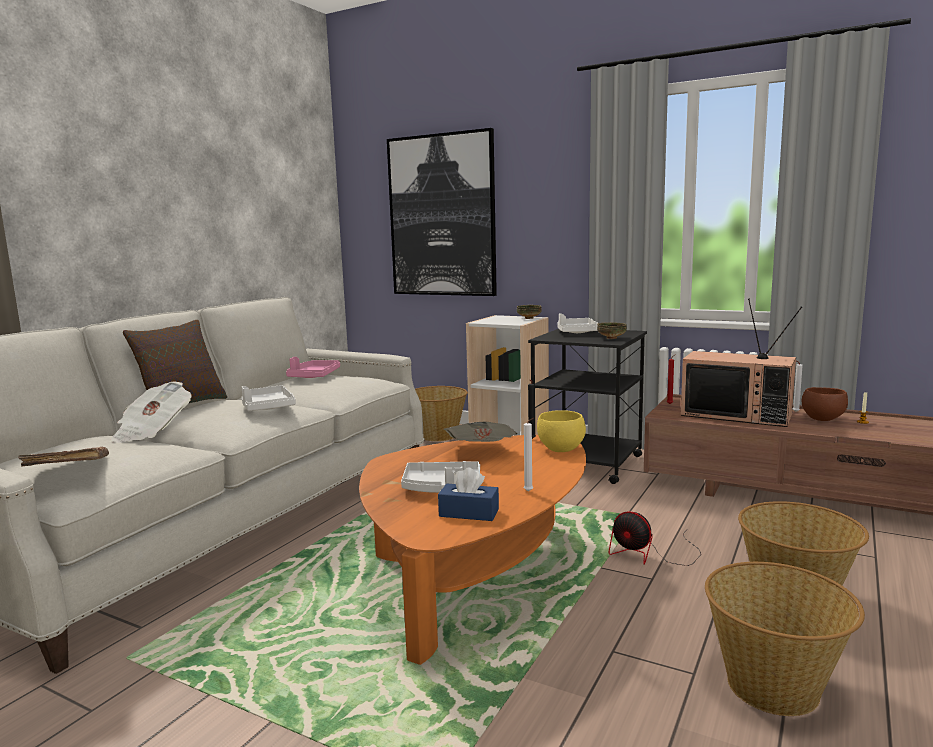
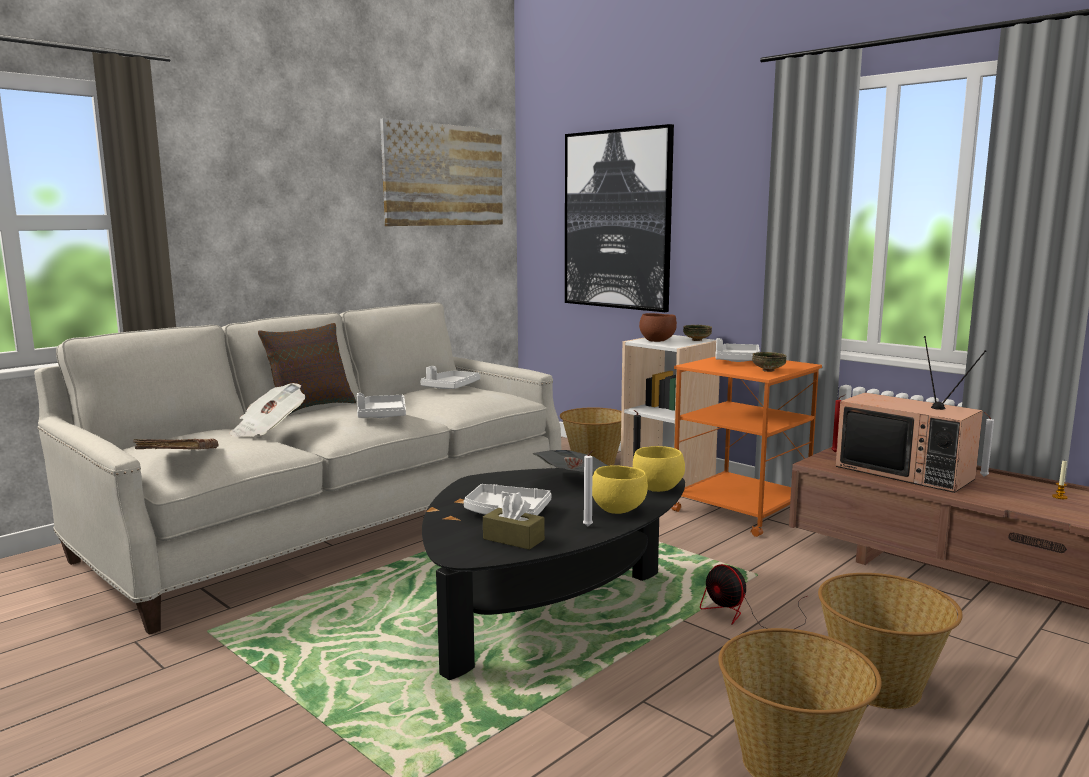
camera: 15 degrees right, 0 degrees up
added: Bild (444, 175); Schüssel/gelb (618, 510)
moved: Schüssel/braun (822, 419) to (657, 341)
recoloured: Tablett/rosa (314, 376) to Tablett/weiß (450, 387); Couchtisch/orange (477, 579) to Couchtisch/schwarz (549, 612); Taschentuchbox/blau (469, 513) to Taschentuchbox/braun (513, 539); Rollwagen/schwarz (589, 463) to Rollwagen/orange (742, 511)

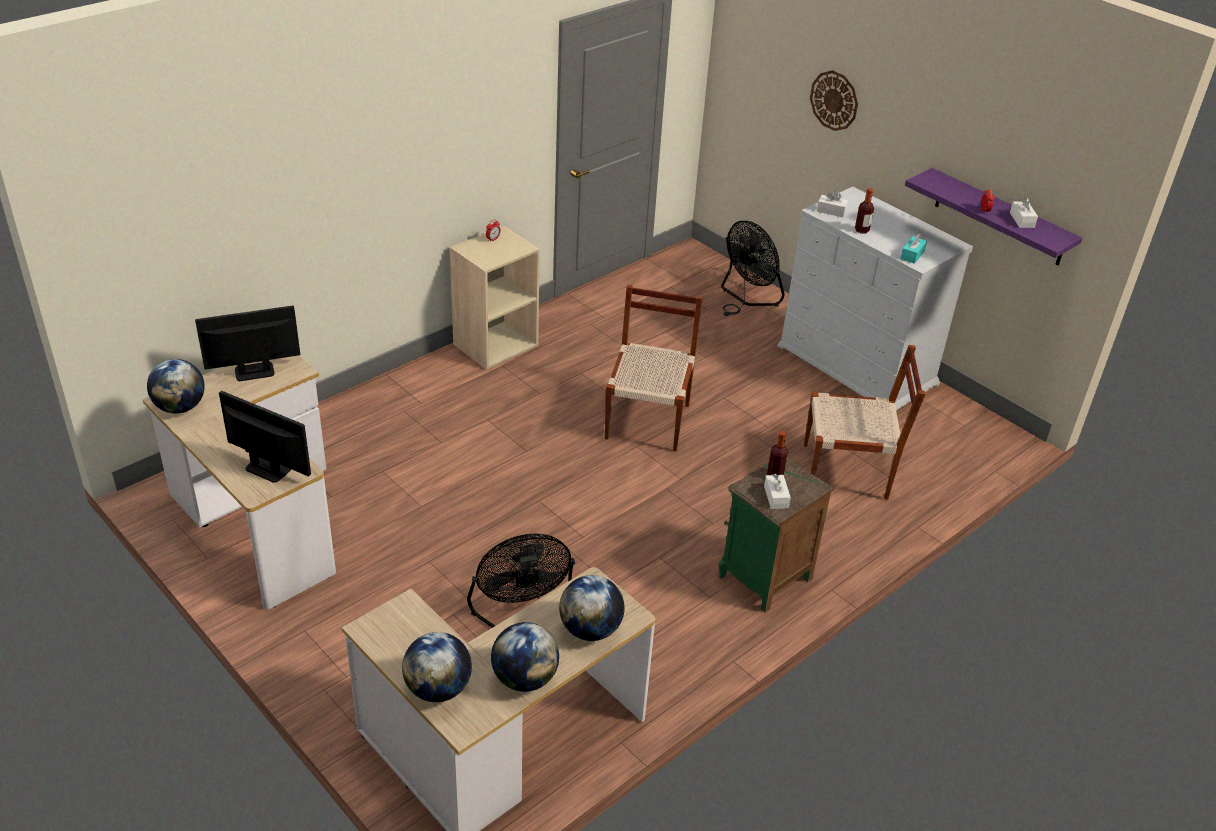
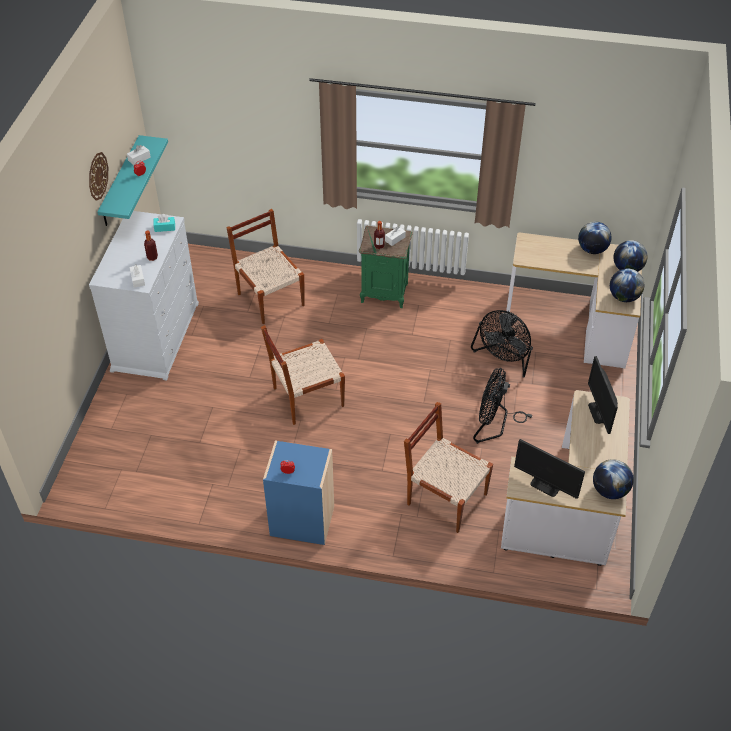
camera: 125 degrees left, 10 degrees up
added: Stuhl (445, 498)
moved: Globus (590, 629) to (623, 297); Ventilator/schwarz (743, 295) to (495, 420); Wanduhr (834, 100) to (97, 176)
recoloured: Bücherregal/beige (496, 344) to Bücherregal/blau (301, 521); Wandregal/lila (999, 218) to Wandregal/türkis (121, 182)

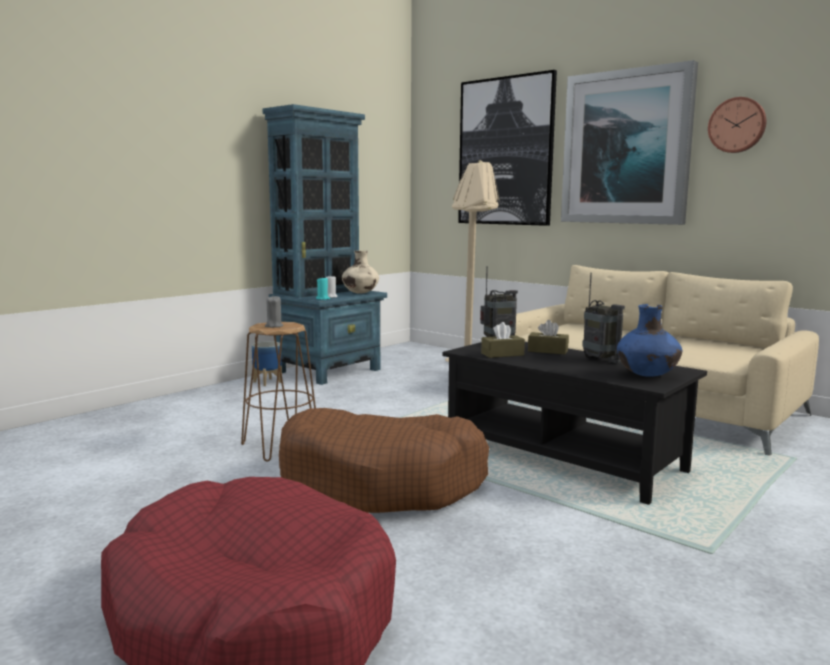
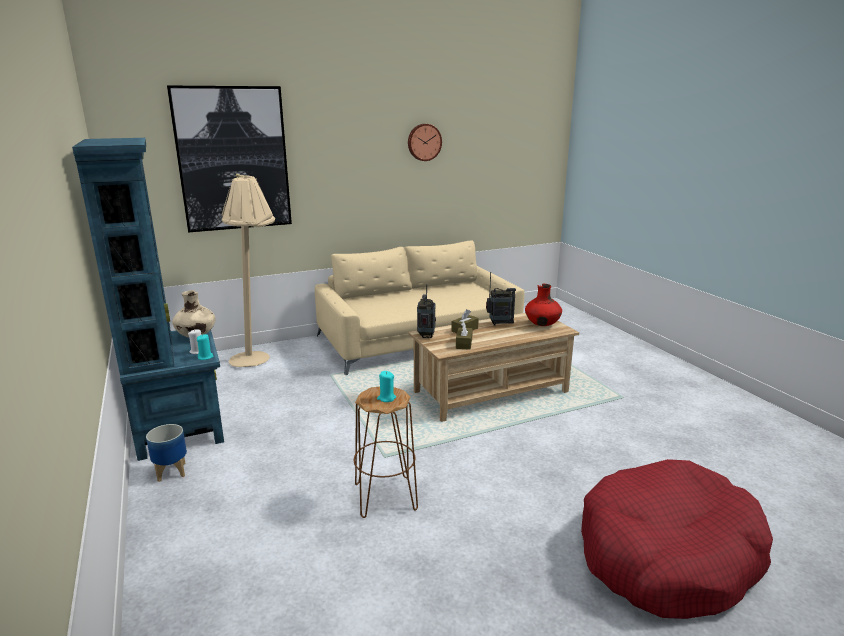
camera: 65 degrees left, 10 degrees up
removed: Hundebett/braun (381, 483); Bild (626, 148)
recoloured: Kerze/grau (274, 326) to Kerze/türkis (386, 398); Couchtisch/schwarz (563, 458) to Couchtisch/beige (491, 392); Vase/blau (647, 375) to Vase/rot (542, 324)

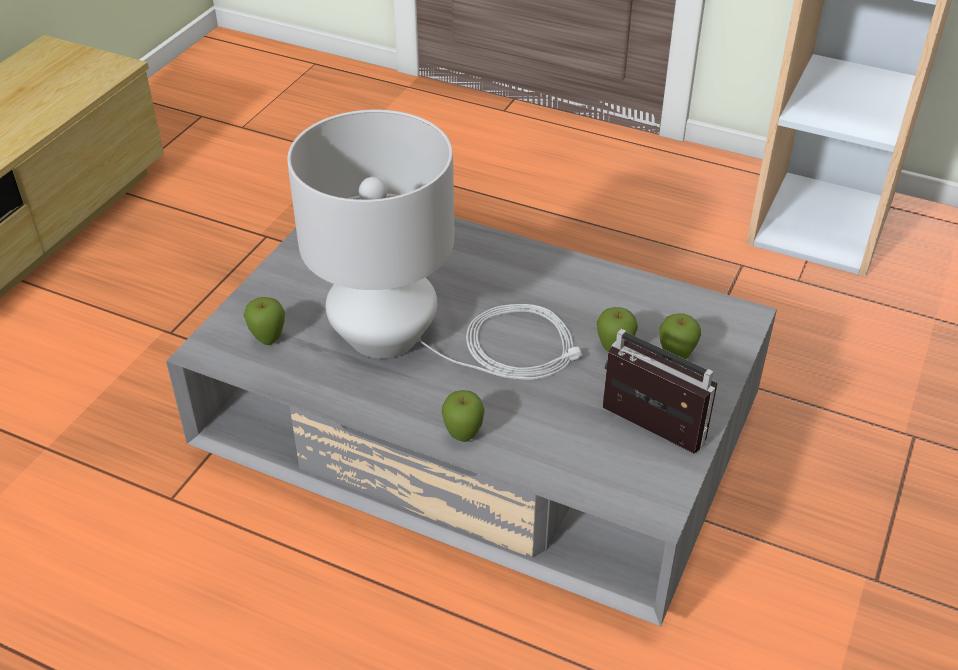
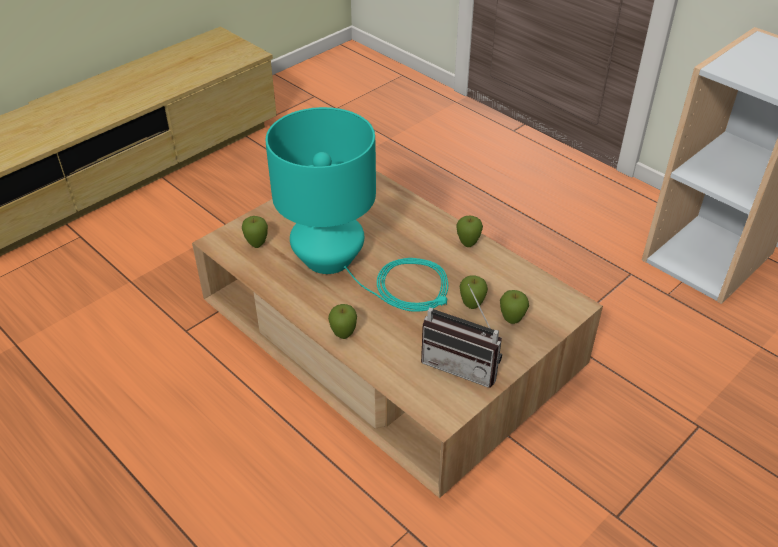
camera: 20 degrees right, 0 degrees up
added: Apfel (468, 244)
recoloured: Couchtisch/grau (479, 439) to Couchtisch/braun (389, 345); Tischlampe/weiß (436, 338) to Tischlampe/türkis (360, 269)
turned: Radio (645, 432) = (463, 364) 150 degrees clockwise

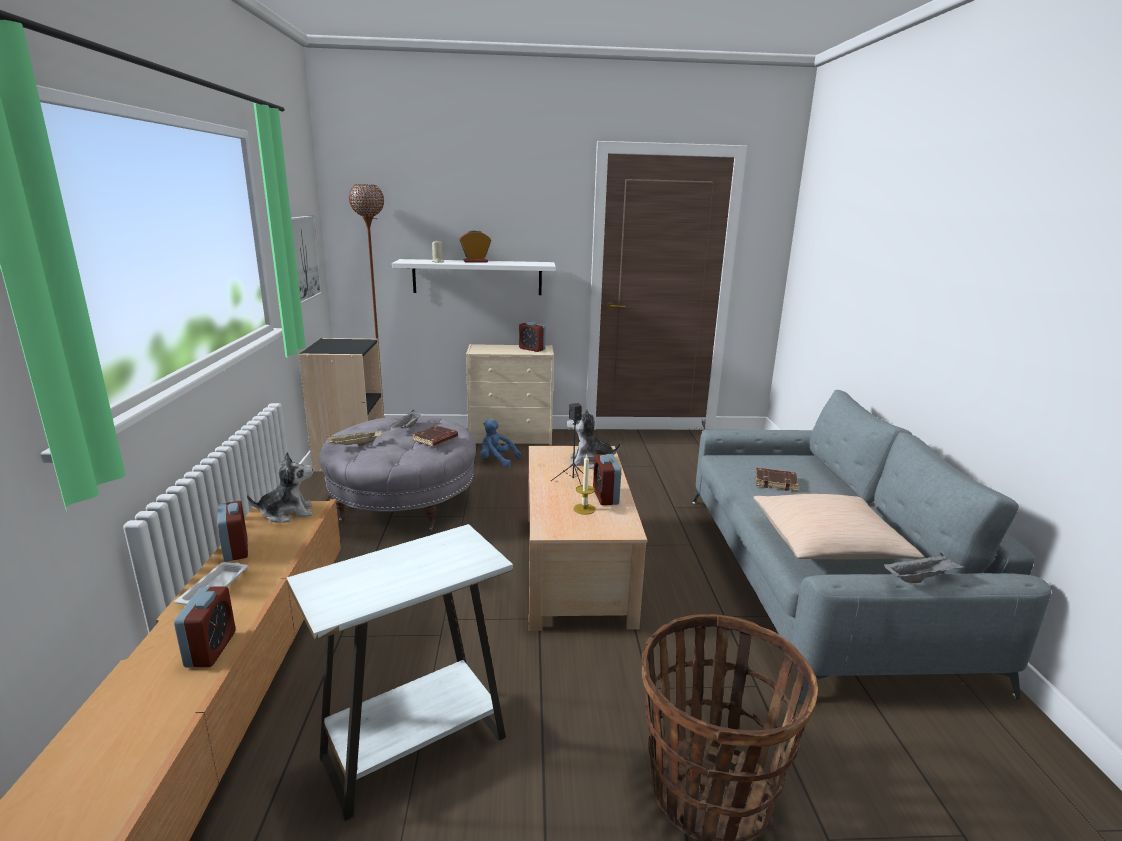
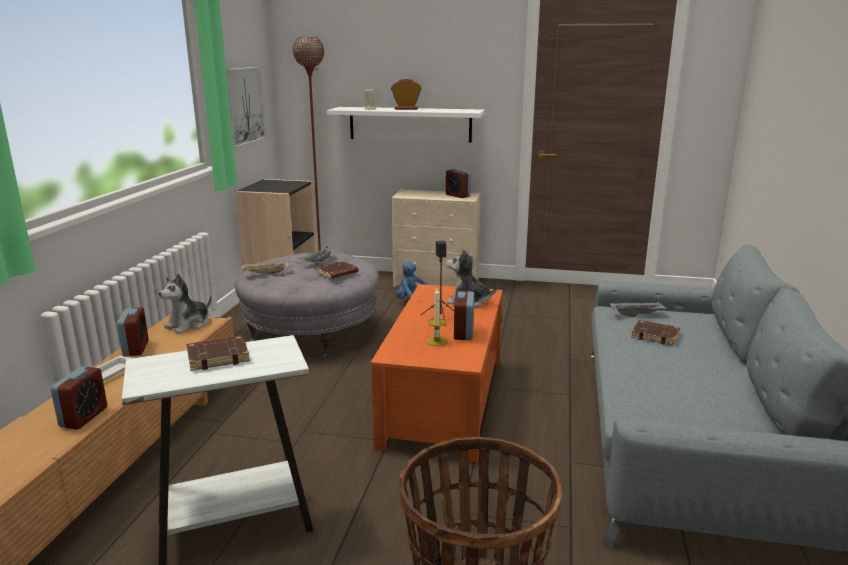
camera: 15 degrees right, 0 degrees up
removed: Kissen/beige (828, 543)
added: Buch/braun (218, 357)
moved: Tablett/grau (920, 578) to (637, 315)
recoloured: Couchtisch/beige (577, 567) to Couchtisch/orange (445, 402)
turned: Plüschtier (287, 513) = (188, 324) 135 degrees clockwise

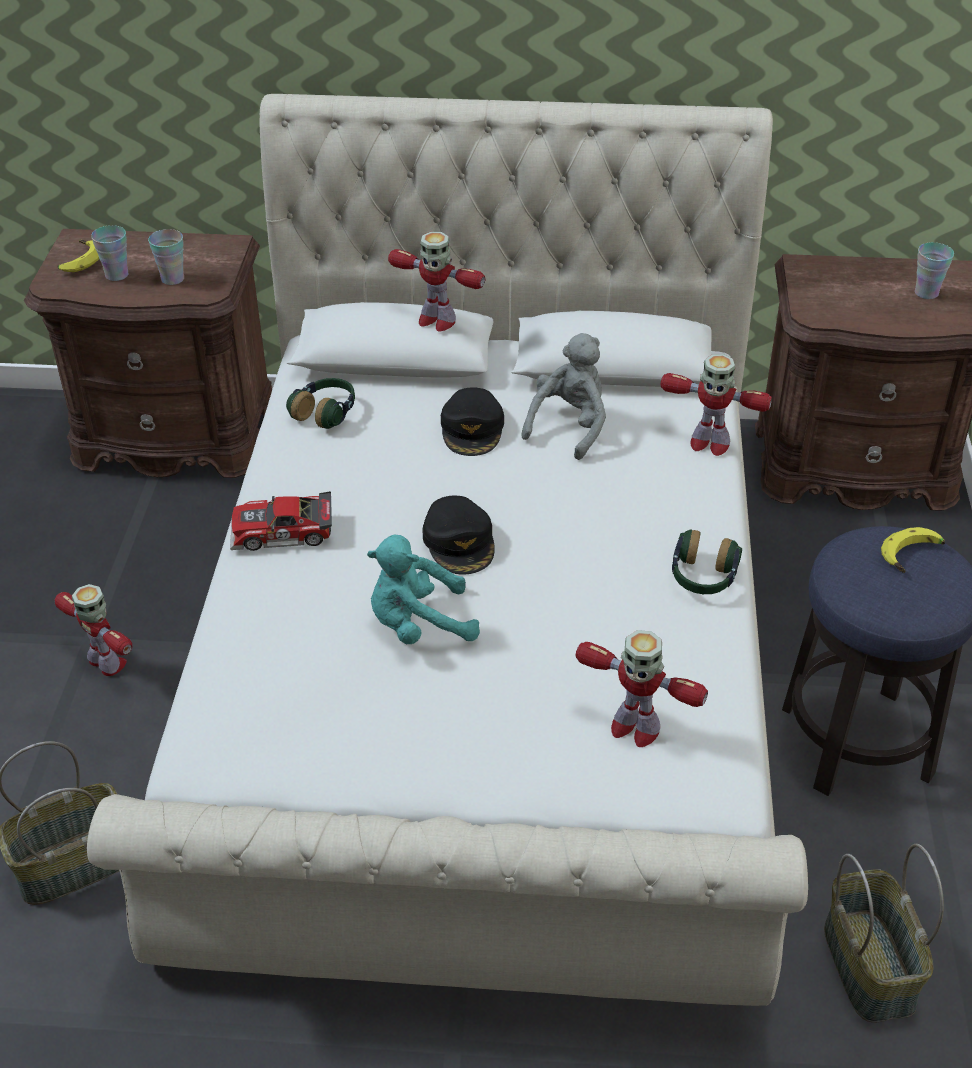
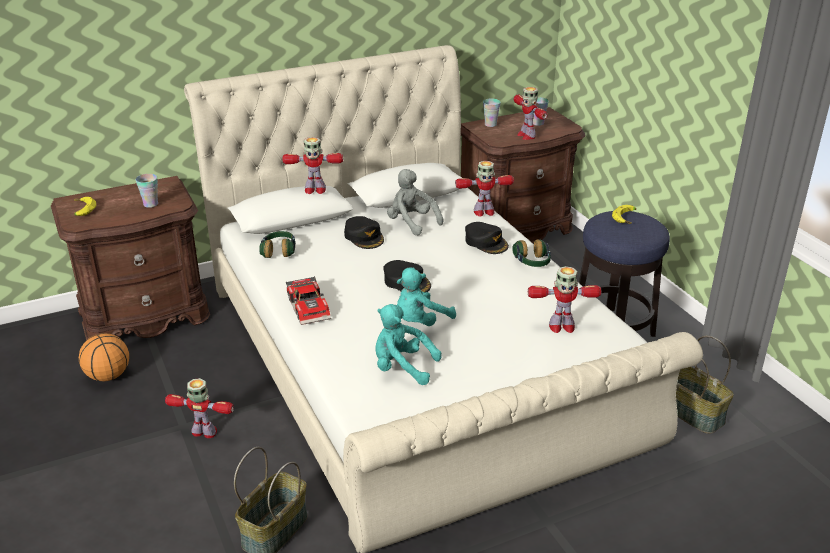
camera: 30 degrees left, 10 degrees down
added: Basketball (108, 375); Plüschtier/türkis (402, 367); Kappe/schwarz (486, 242); Spielzeugroboter (526, 135)
moved: Tasse (117, 275) to (490, 124)
turned: Spielzeugauto (282, 534) = (310, 307) 75 degrees counterclockwise; Plüschtier/grau (570, 426) = (411, 223) 45 degrees counterclockwise

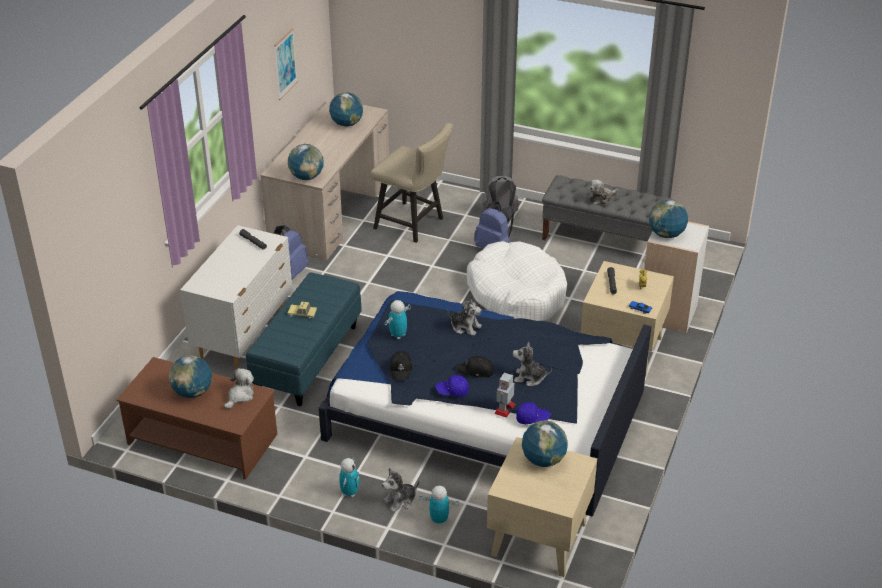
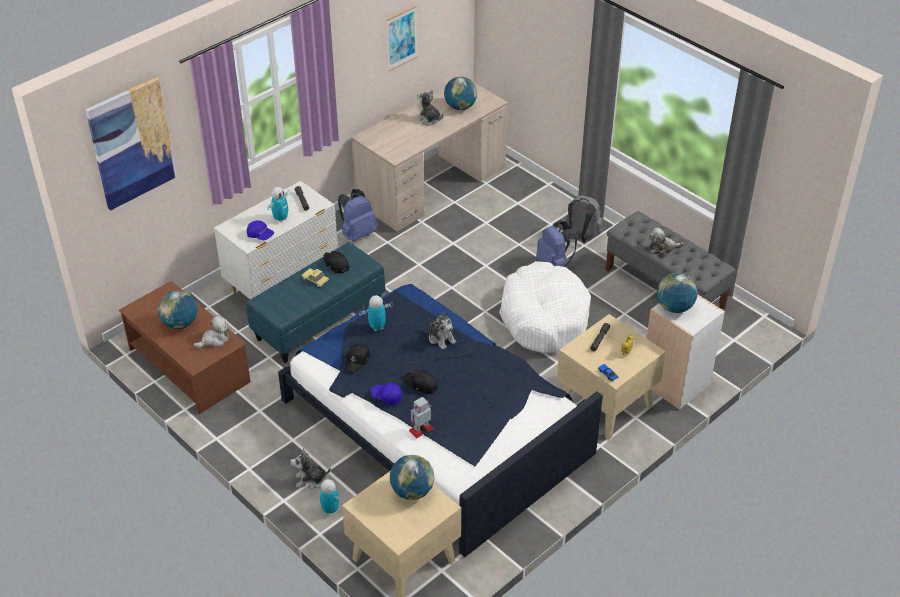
camera: 25 degrees right, 5 degrees up
removed: Globus (306, 177); Stuhl/beige (413, 224)
added: Bild (131, 143); Kappe/schwarz (335, 264)
moved: Spielzeugroboter (349, 492) to (281, 218); Plüschtier (529, 378) to (429, 119); Kappe/blau (532, 418) to (260, 235)

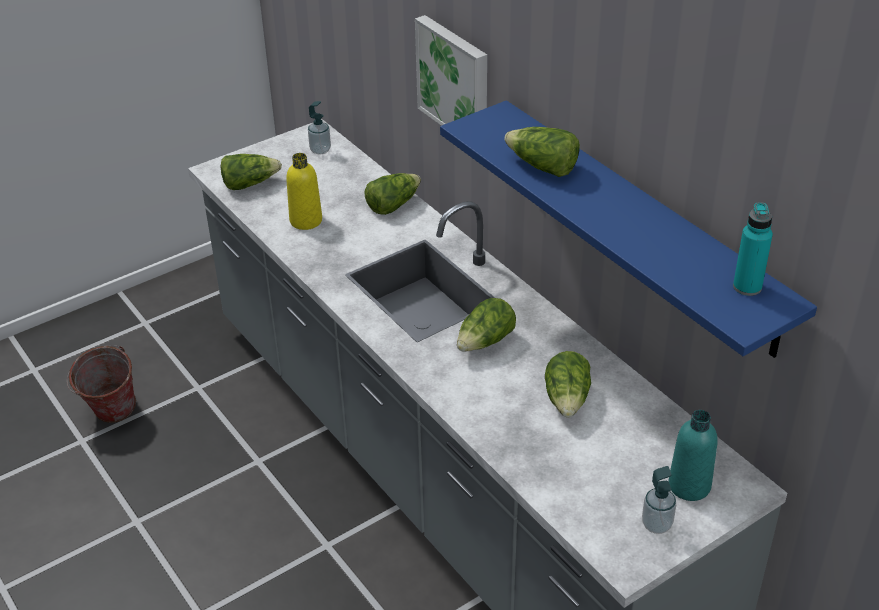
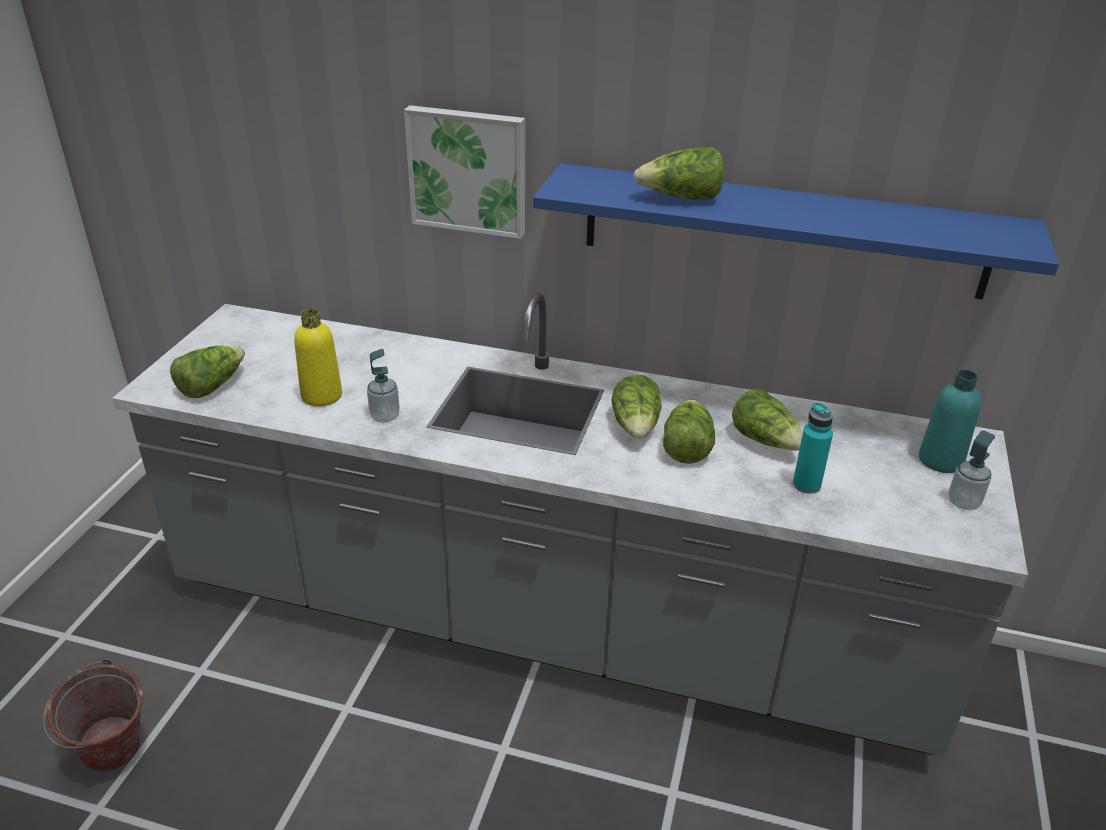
camera: 40 degrees left, 5 degrees down
moved: Seifenspender (320, 150) to (385, 416); Salatkopf (393, 205) to (686, 447); Flasche/türkis (747, 287) to (806, 485)

